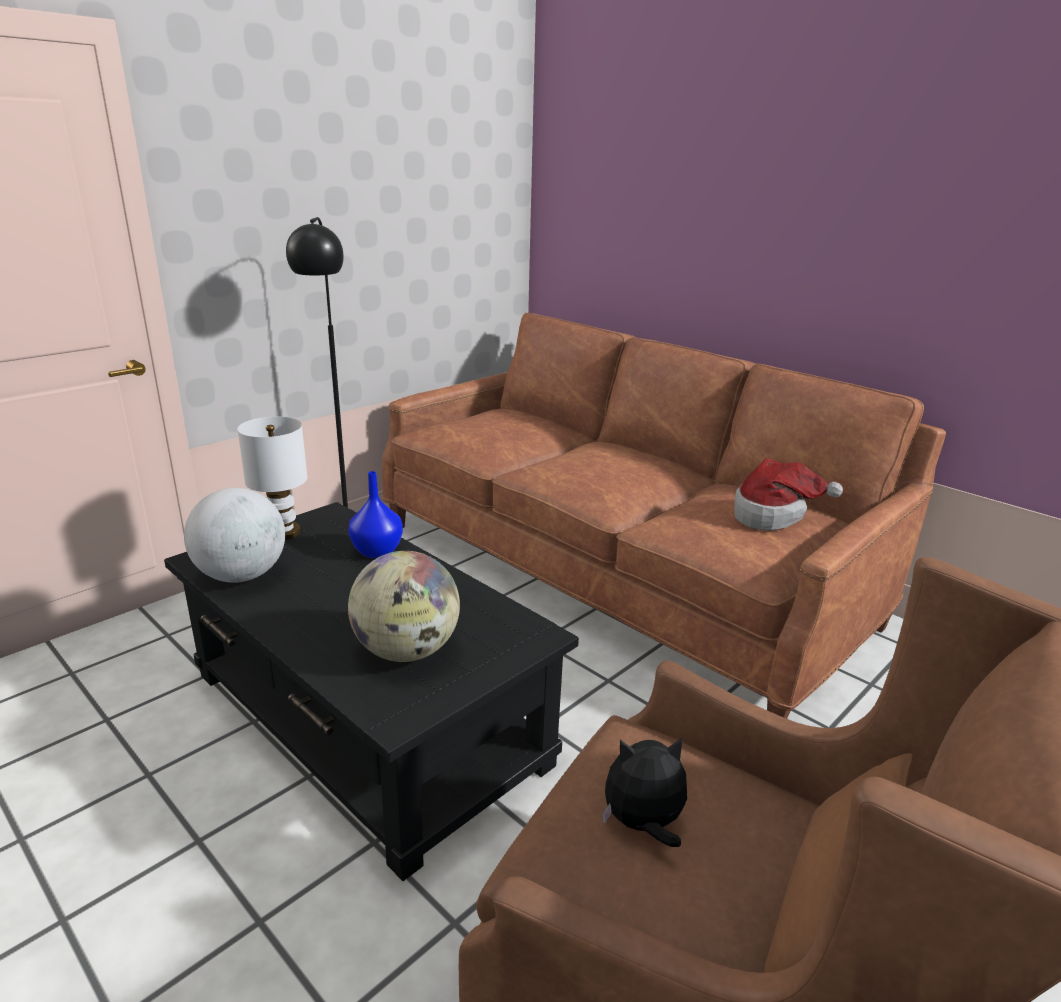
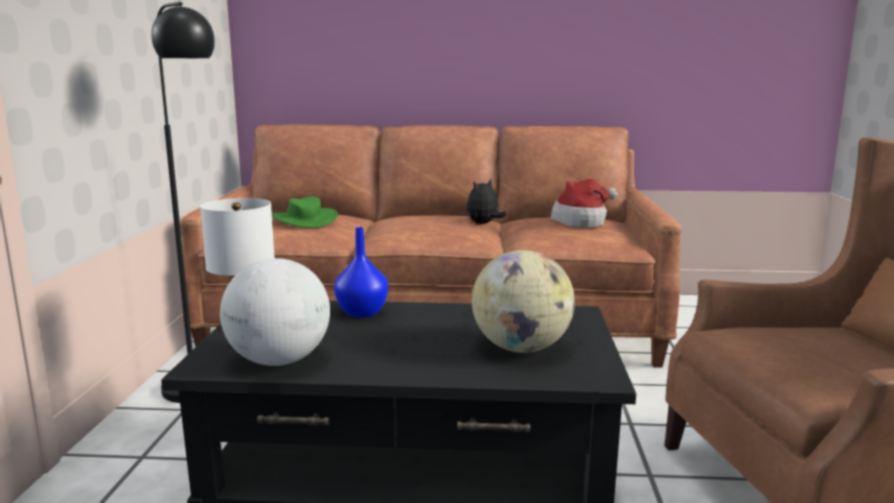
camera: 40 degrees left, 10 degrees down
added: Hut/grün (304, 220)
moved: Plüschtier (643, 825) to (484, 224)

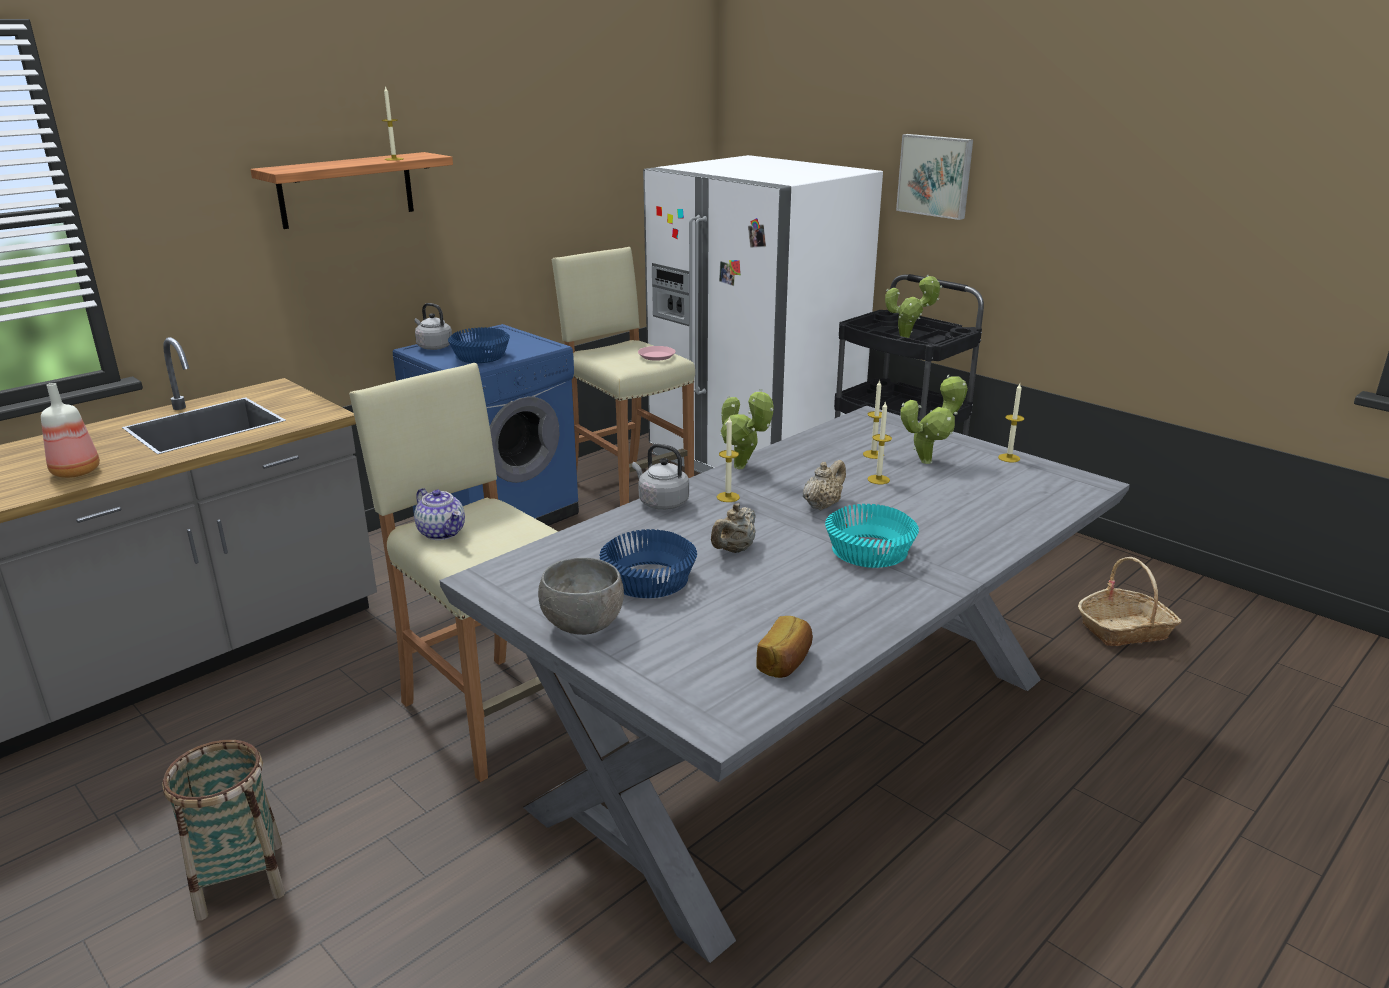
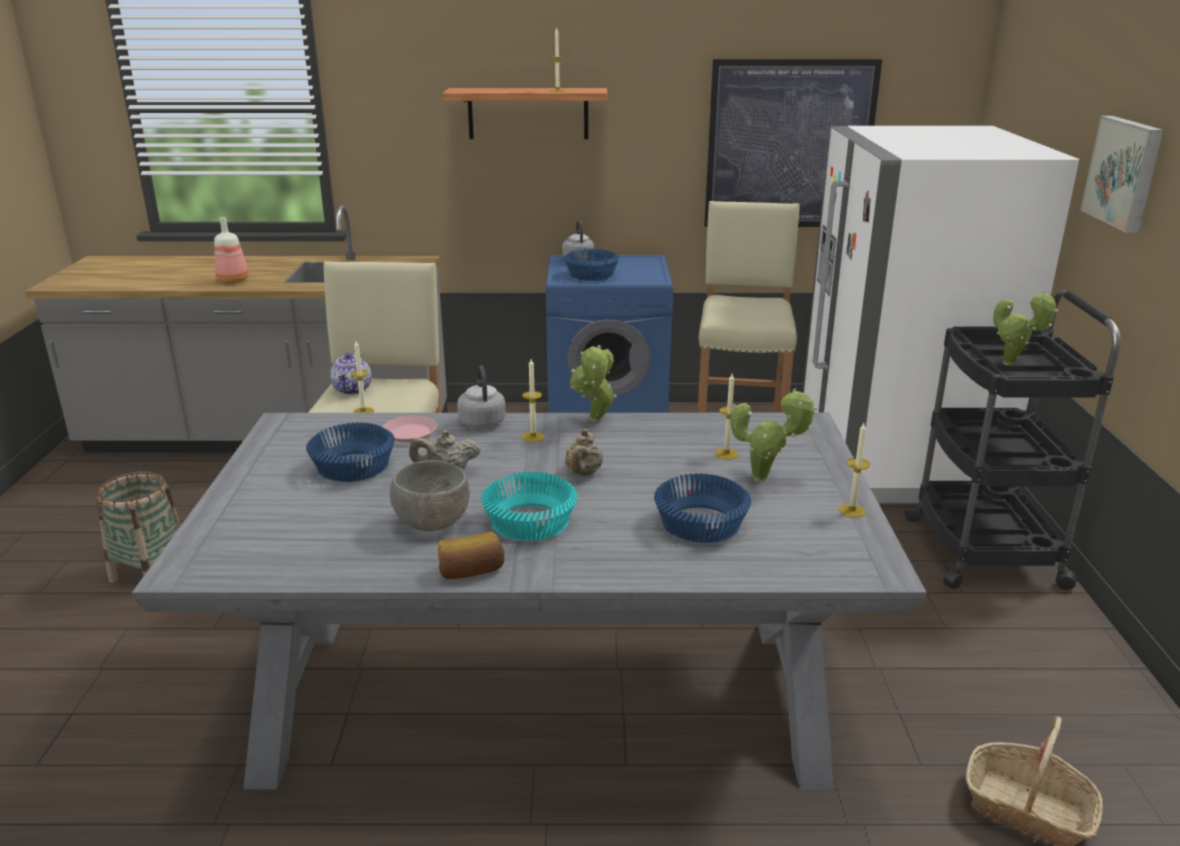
camera: 45 degrees right, 0 degrees up
added: Schüssel/blau (701, 523); Bild (789, 145)
moved: Schüssel/grau (584, 626) to (432, 524); Teller/rosa (657, 356) to (410, 433); Brot (786, 662) to (471, 571); Kerze (878, 479) to (363, 411)
turned: Teekanne/beige (822, 505) = (583, 473) 105 degrees clockwise

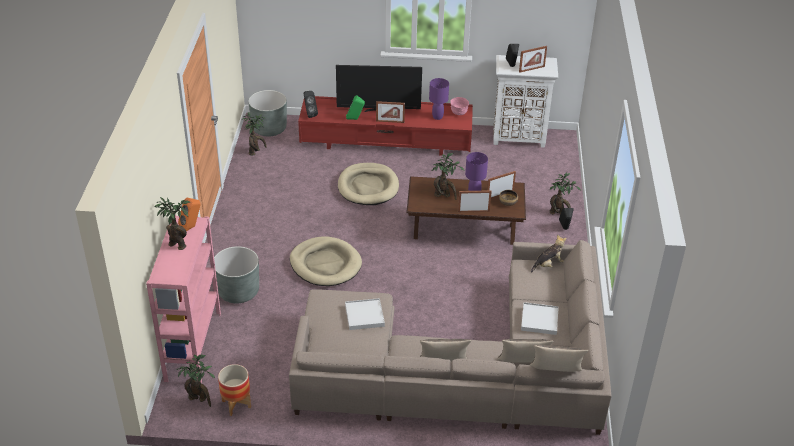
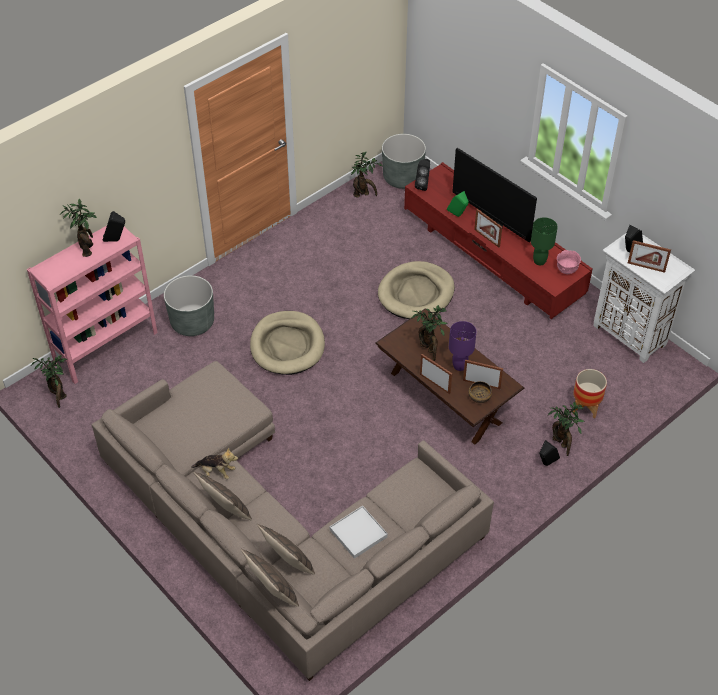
camera: 45 degrees right, 10 degrees up
removed: Tablett/weiß (364, 316)
moved: Pflanzkübel (236, 404) to (585, 407); Plüschtier (548, 265) to (216, 472)
recoloured: Lautsprecher/orange (191, 227) to Lautsprecher/schwarz (116, 240); Tischlampe/lila (437, 117) to Tischlampe/grün (539, 261)

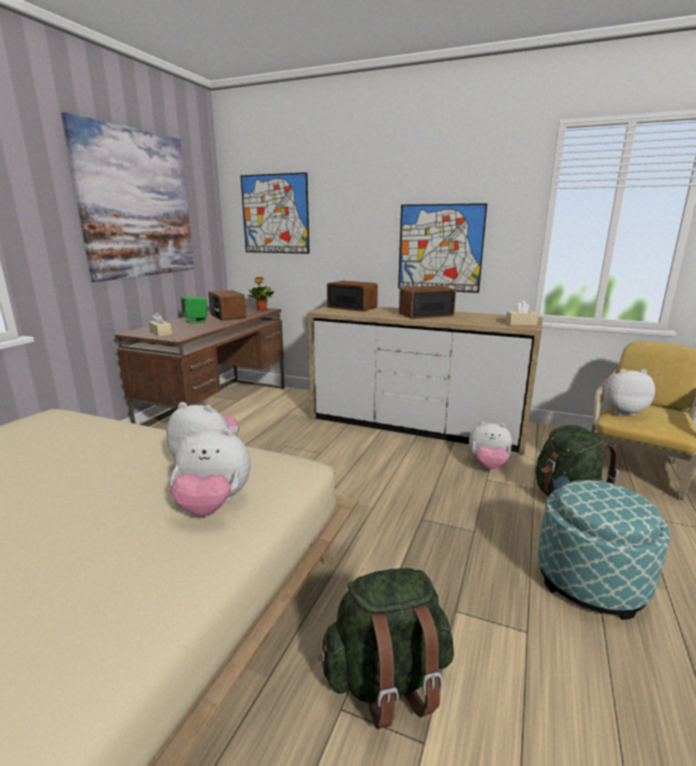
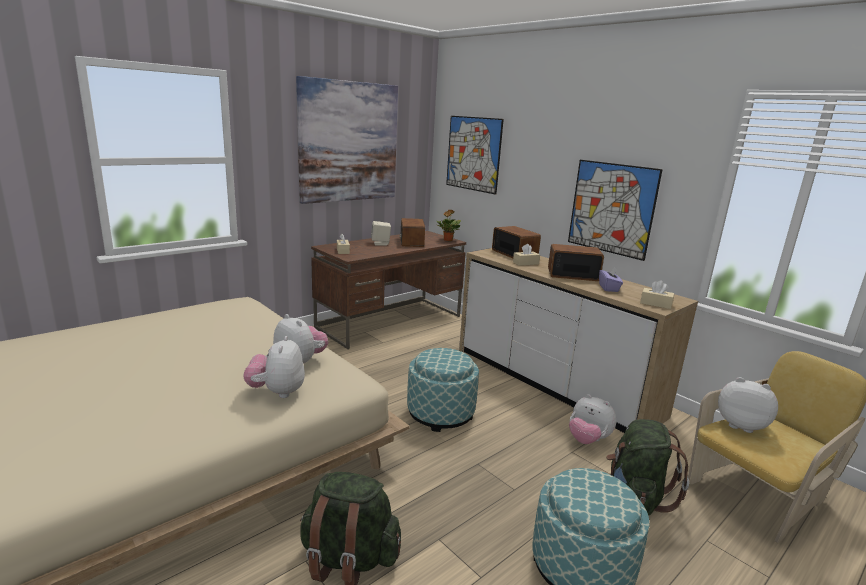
camera: 25 degrees right, 0 degrees up
added: Polsterhocker (440, 413); Taschentuchbox/beige (525, 263); Taschentuchbox/lila (609, 288)
recoloured: Lautsprecher/grün (195, 321) to Lautsprecher/beige (380, 243)
turned: Plüschtier (213, 505) = (277, 392) 60 degrees clockwise

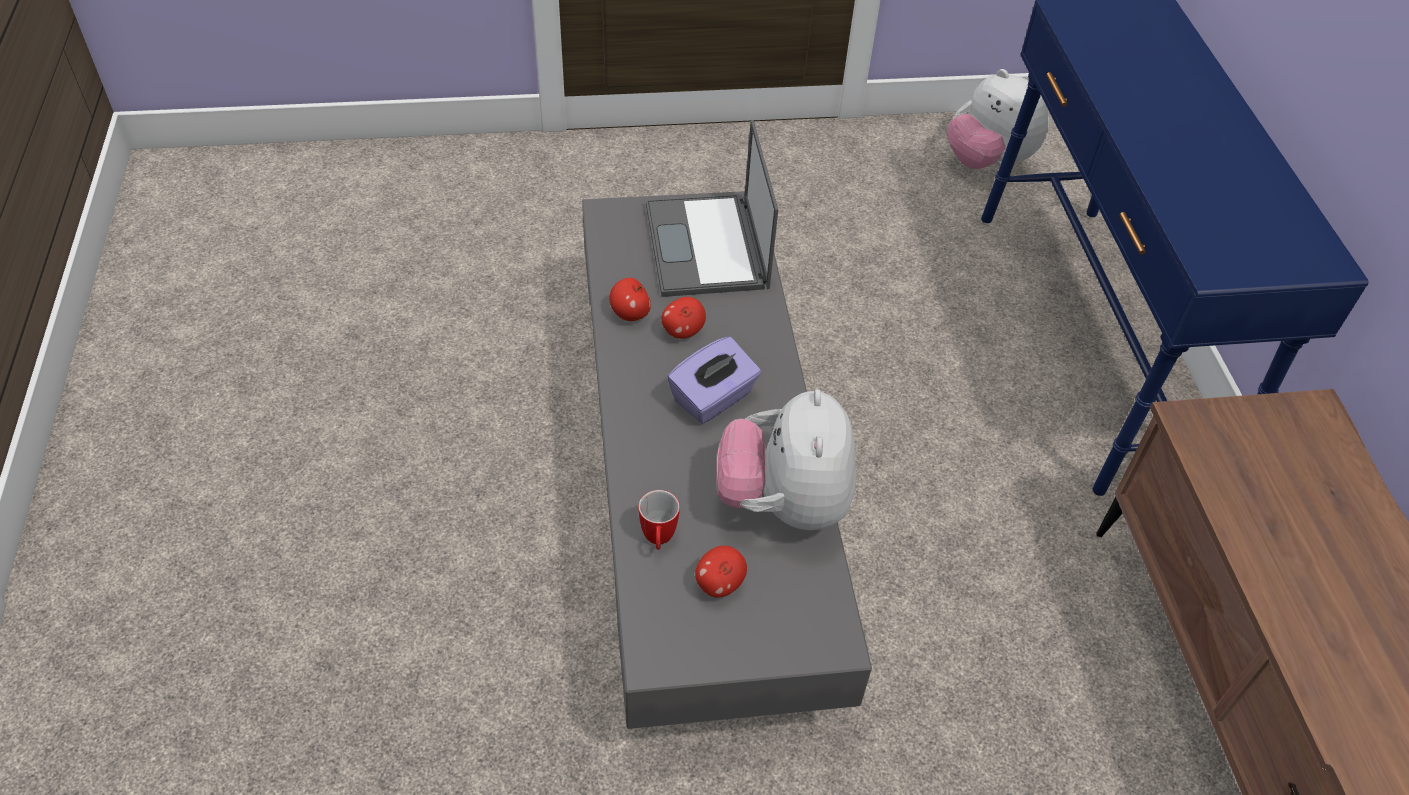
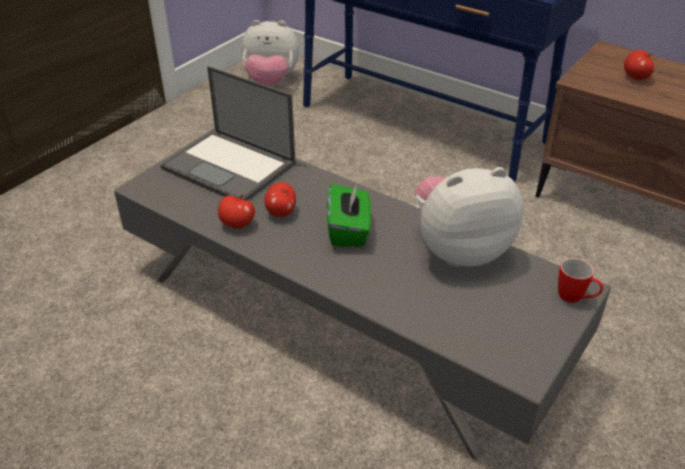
camera: 45 degrees left, 10 degrees down
moved: Henkelbecher (658, 541) to (575, 299); Apfel (719, 584) to (635, 78)
recoloured: Taschentuchbox/lila (713, 398) to Taschentuchbox/grün (348, 231)
turned: Plüschtier (783, 503) = (459, 249) 120 degrees clockwise

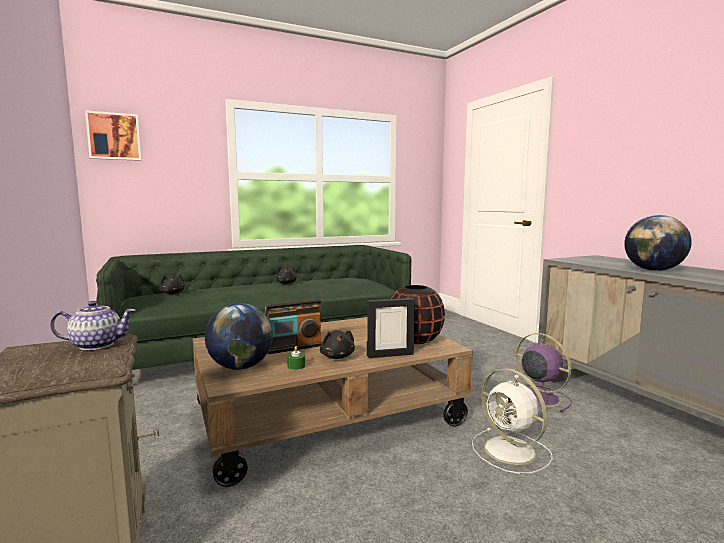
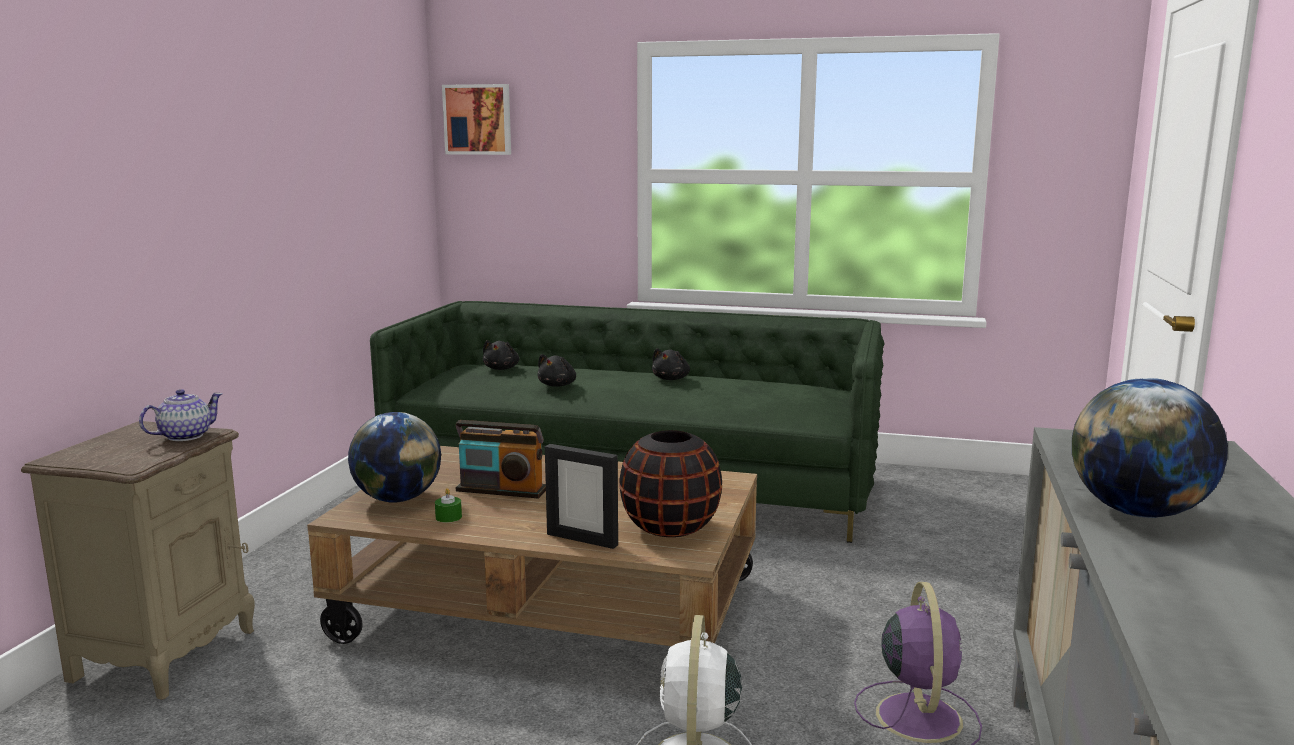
camera: 40 degrees right, 5 degrees up
moved: Plüschtier/schwarz (337, 357) to (558, 385)
turned: Teekanne (96, 345) = (184, 436) 75 degrees counterclockwise

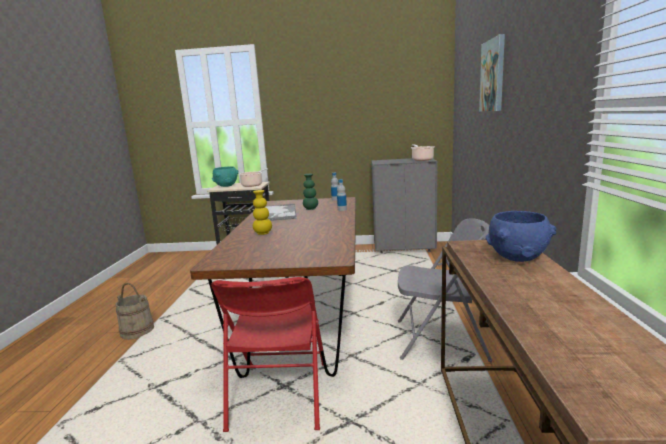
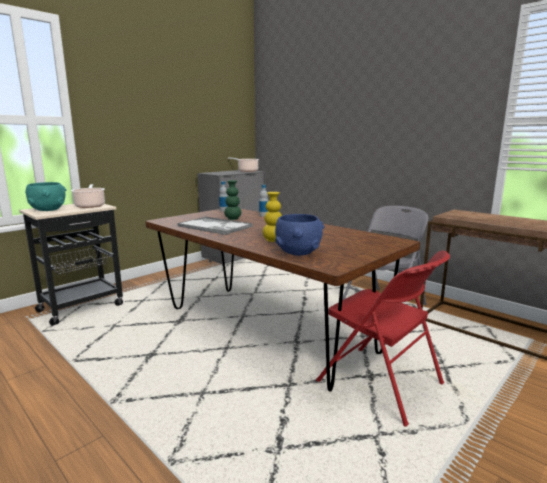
camera: 50 degrees left, 0 degrees up
removed: Eimer/beige (137, 330); Bild (493, 76)
moved: Schüssel/blau (517, 257) to (297, 253)

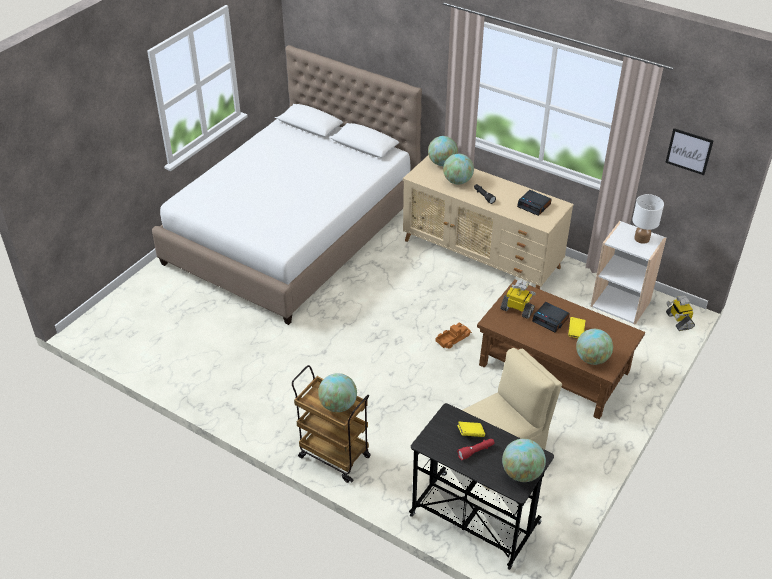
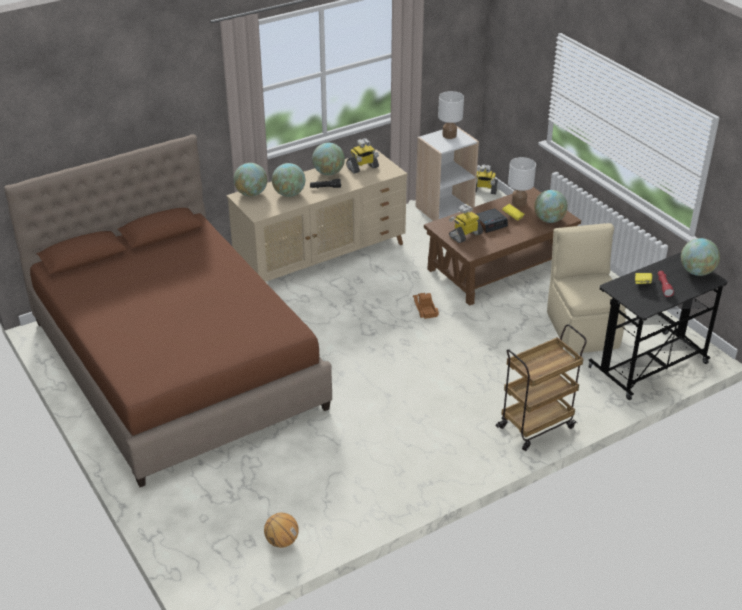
camera: 65 degrees left, 5 degrees down
removed: Bild (689, 151)
added: Basketball (281, 541); Tischlampe/weiß (519, 202)
moved: Globus (338, 405) to (328, 173)
replaced: Wecker (534, 205) to Spielzeugroboter (362, 167)
recoloured: Bett/weiß (295, 231) to Bett/braun (176, 363)

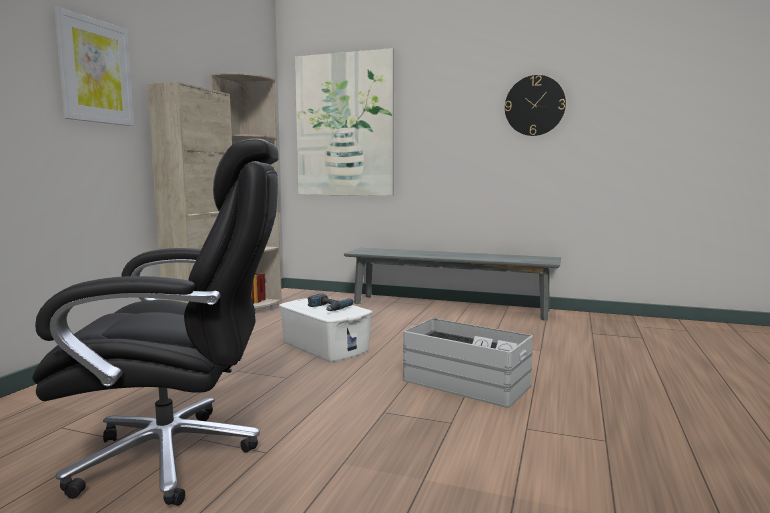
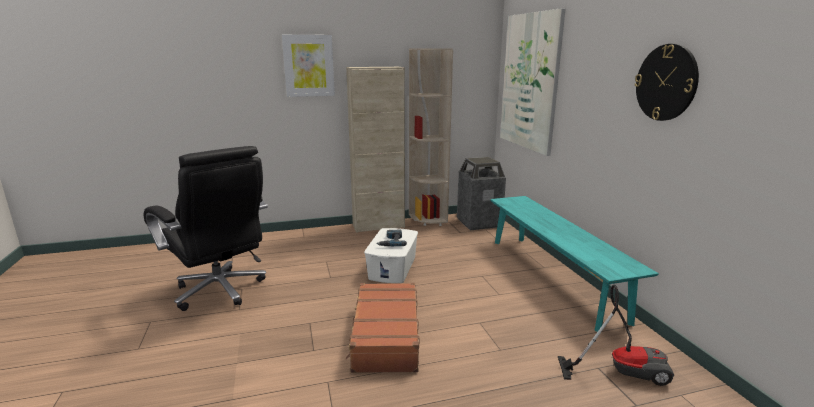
camera: 55 degrees right, 10 degrees up
added: Mülleimer (478, 222); Staubsauger (621, 370)
replaced: Aufbewahrungsbox/grau (466, 382) to Koffer/braun (385, 336)
recoloured: Bank/grau (448, 307) to Bank/türkis (552, 276)

